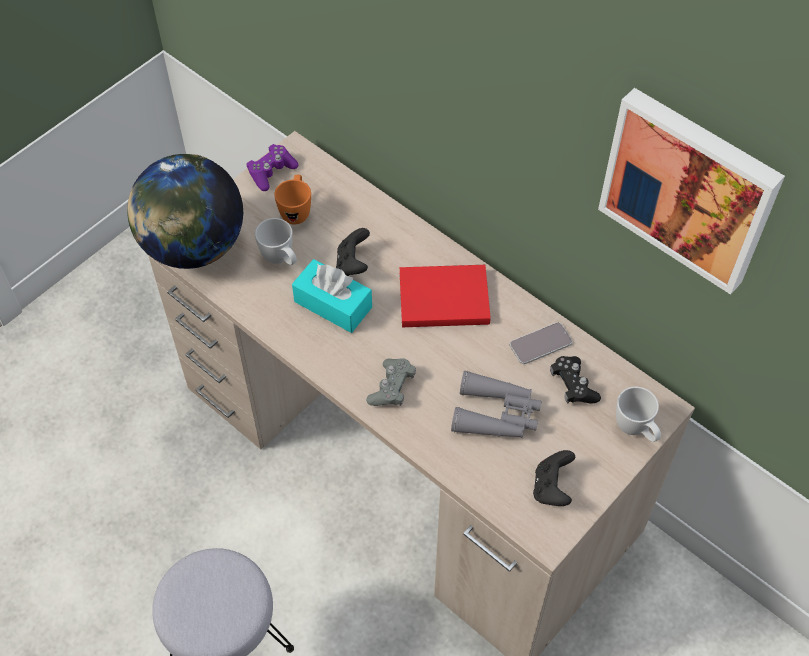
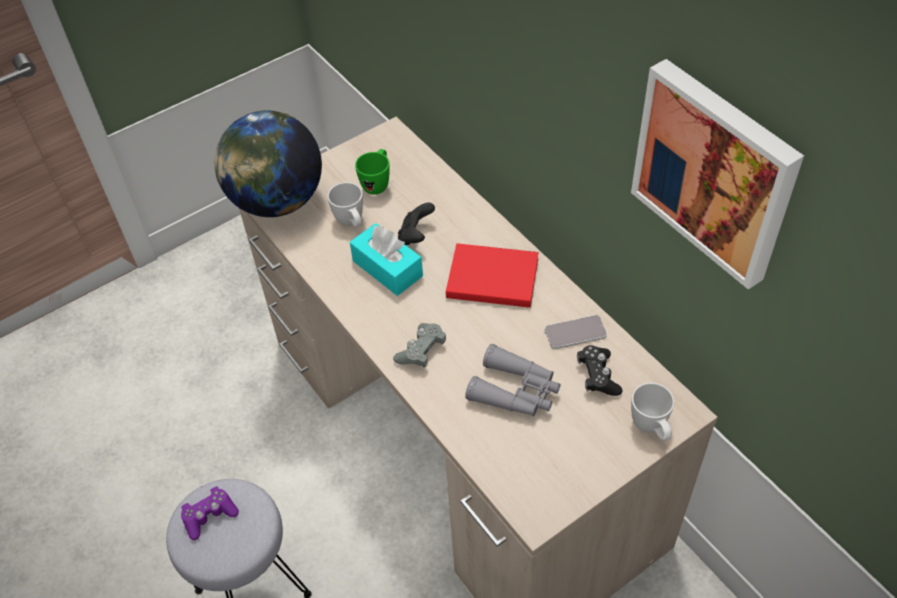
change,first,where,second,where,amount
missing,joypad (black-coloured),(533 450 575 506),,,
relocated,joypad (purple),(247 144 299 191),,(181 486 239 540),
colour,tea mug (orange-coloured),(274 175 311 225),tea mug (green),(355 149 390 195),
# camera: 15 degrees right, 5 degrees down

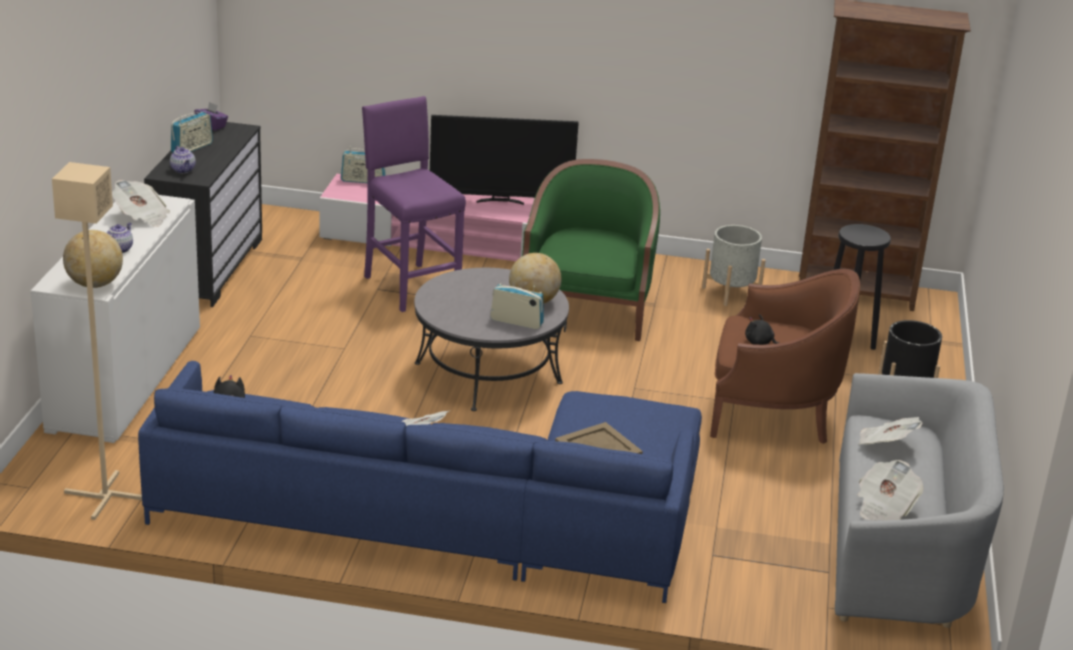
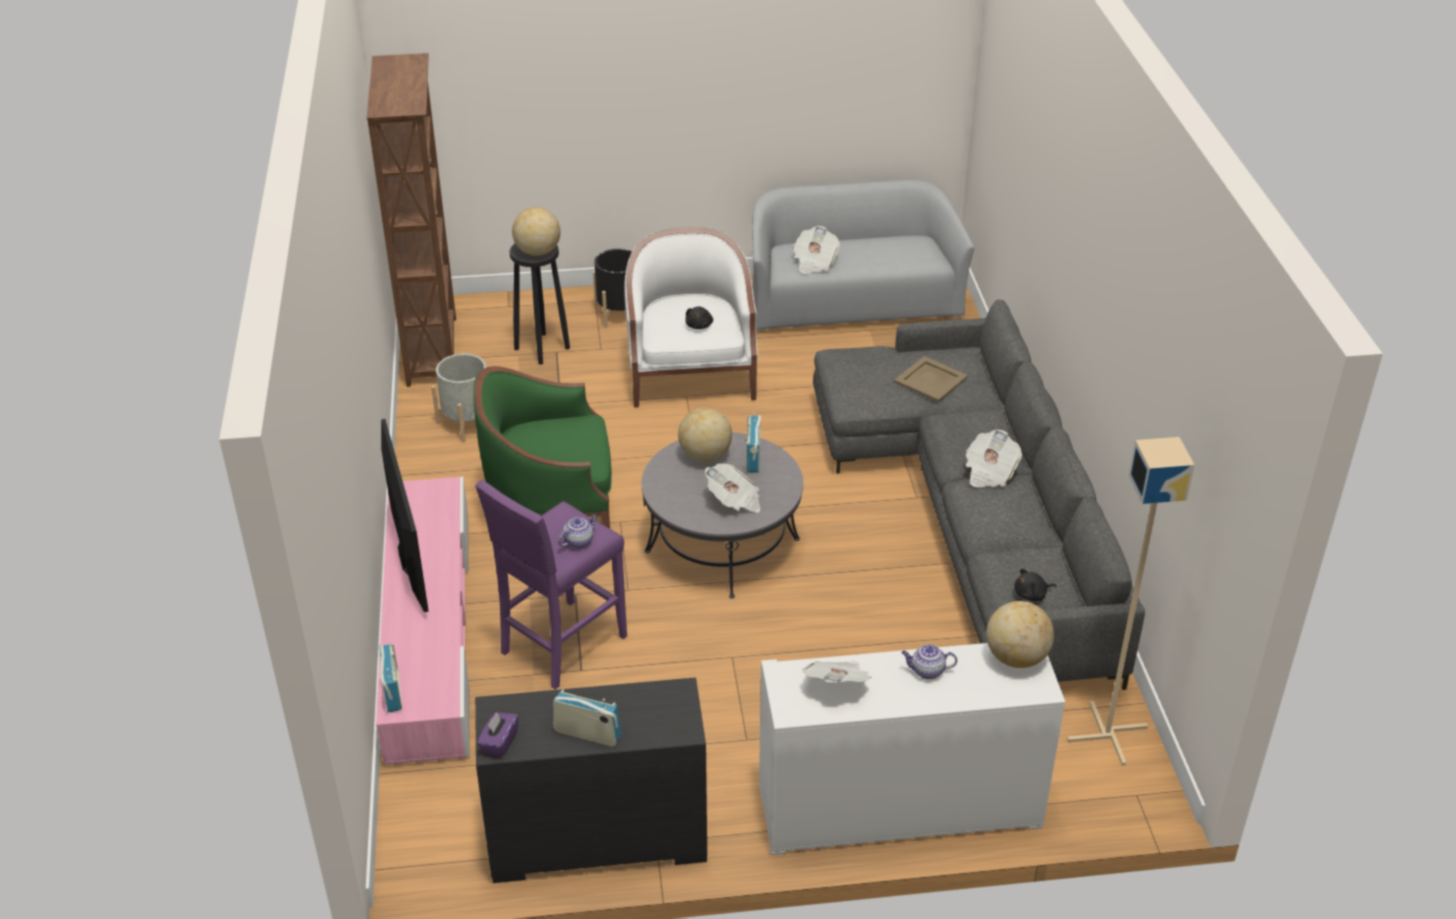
change,first,where,second,where,amount
appeared,,,world globe,(512 207 561 256),
relocated,tea pot,(170 146 196 173),,(558 514 597 549),
relocated,printed paper,(858 460 924 521),,(705 463 760 513),
colour,sofa (blue),(138 361 702 603),sofa (grey),(813 300 1145 690),
colour,easy chair (brown-coloured),(710 269 860 444),easy chair (white-coloured),(624 227 758 408),
# camera: 105 degrees left, 10 degrees up

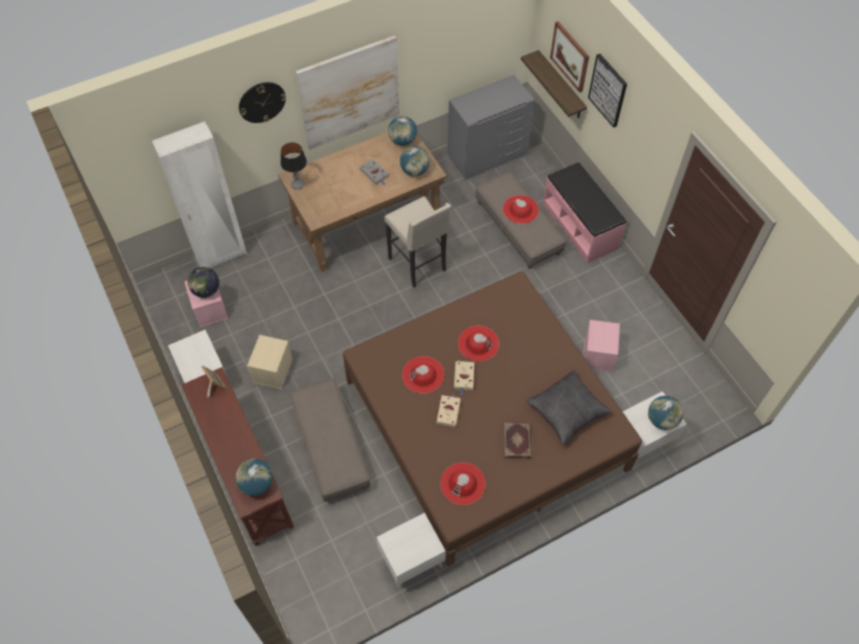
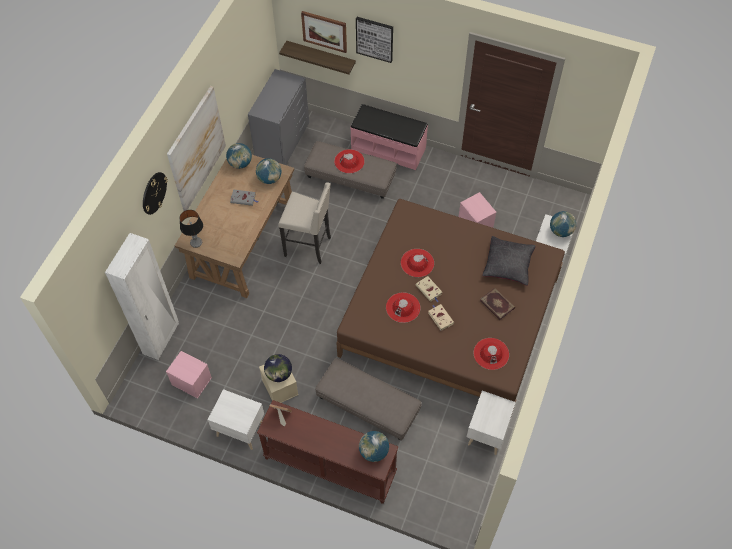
change,first,where,second,where,amount
relocated,world globe,(188 267 219 298),,(264 354 292 382),
# camera: 40 degrees left, 0 degrees up

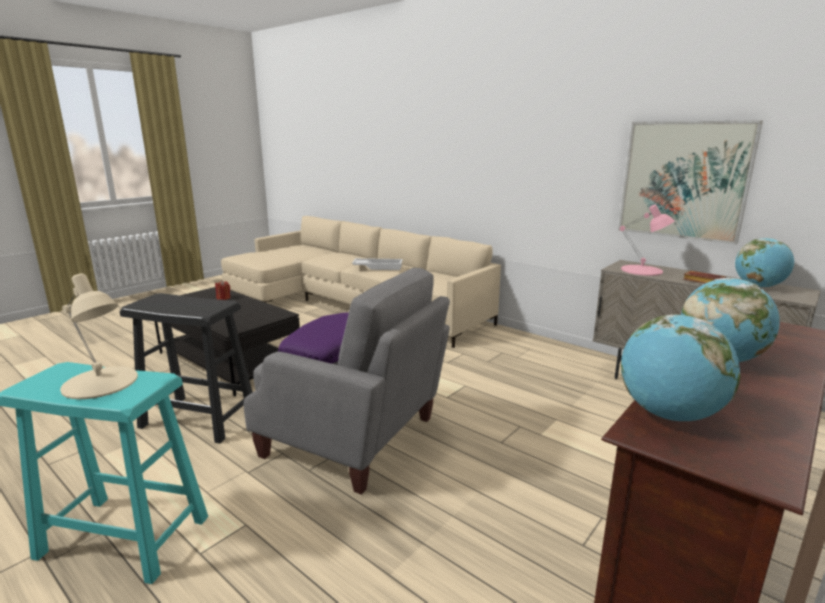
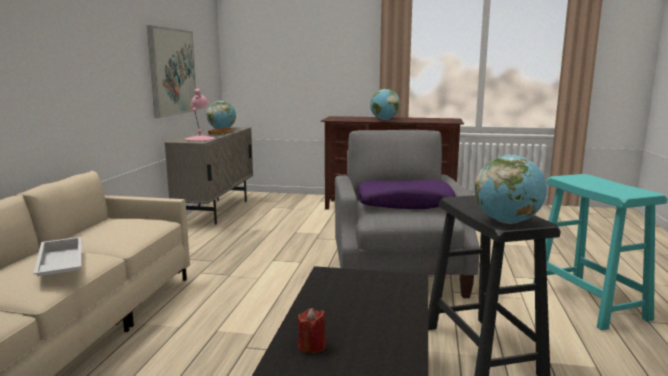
change,first,where,second,where,amount
missing,lamp for a table (beige),(60 273 138 399),,,
relocated,world globe,(621 314 741 421),,(475 155 547 224),
# camera: 120 degrees left, 5 degrees down

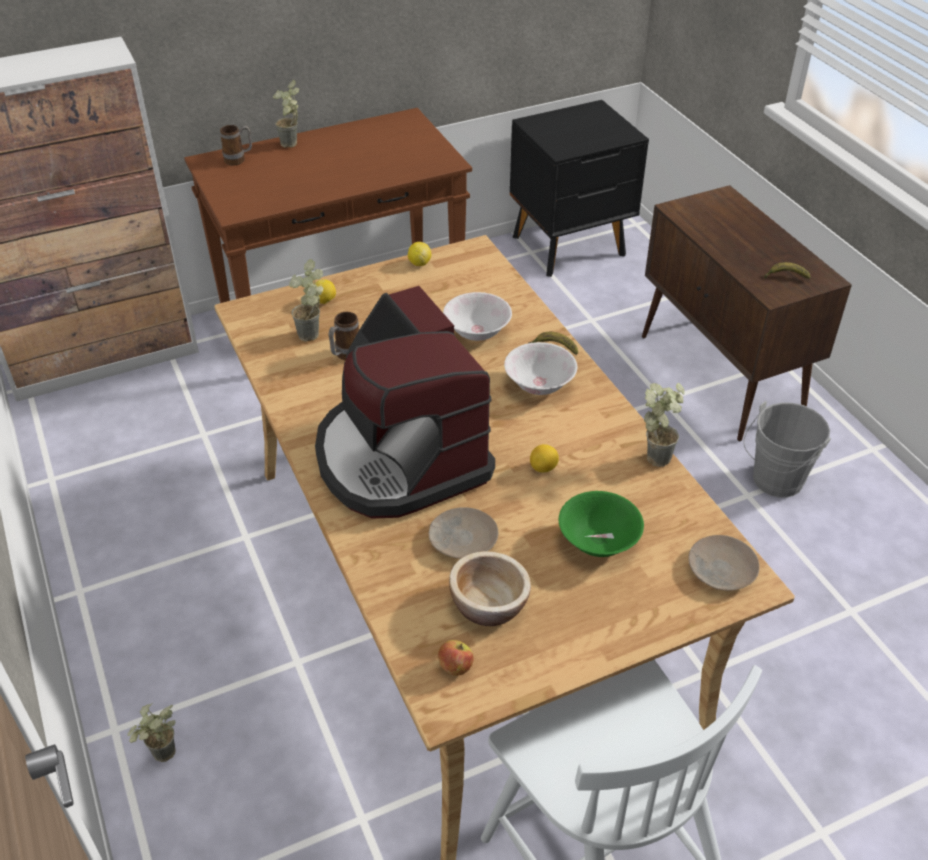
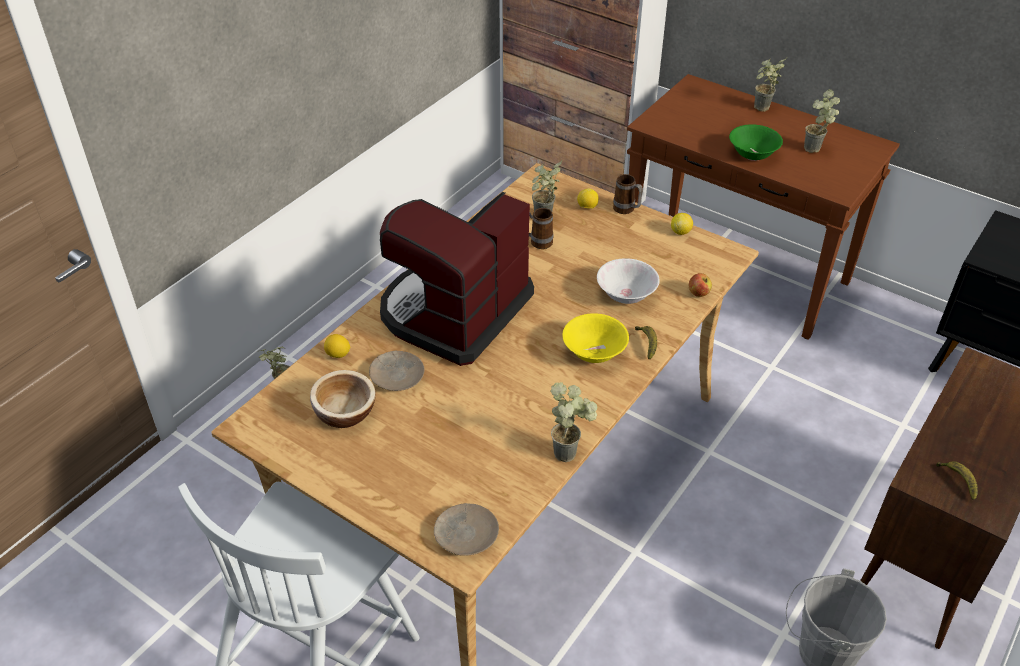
change,first,where,second,where,amount
appeared,,,plant in a pot,(804 89 840 153),
relocated,tea mug,(220 125 252 165),,(613 174 643 214),
relocated,whole apple,(438 640 474 676),,(689 273 712 297),
relocated,citrus fruit,(530 444 559 473),,(324 334 350 358),
relocated,deep dish (green),(559 491 644 557),,(729 124 783 161),
colour,deep dish (white-coloured),(504 342 577 395),deep dish (yellow),(562 313 629 363),
# camera: 60 degrees right, 0 degrees up

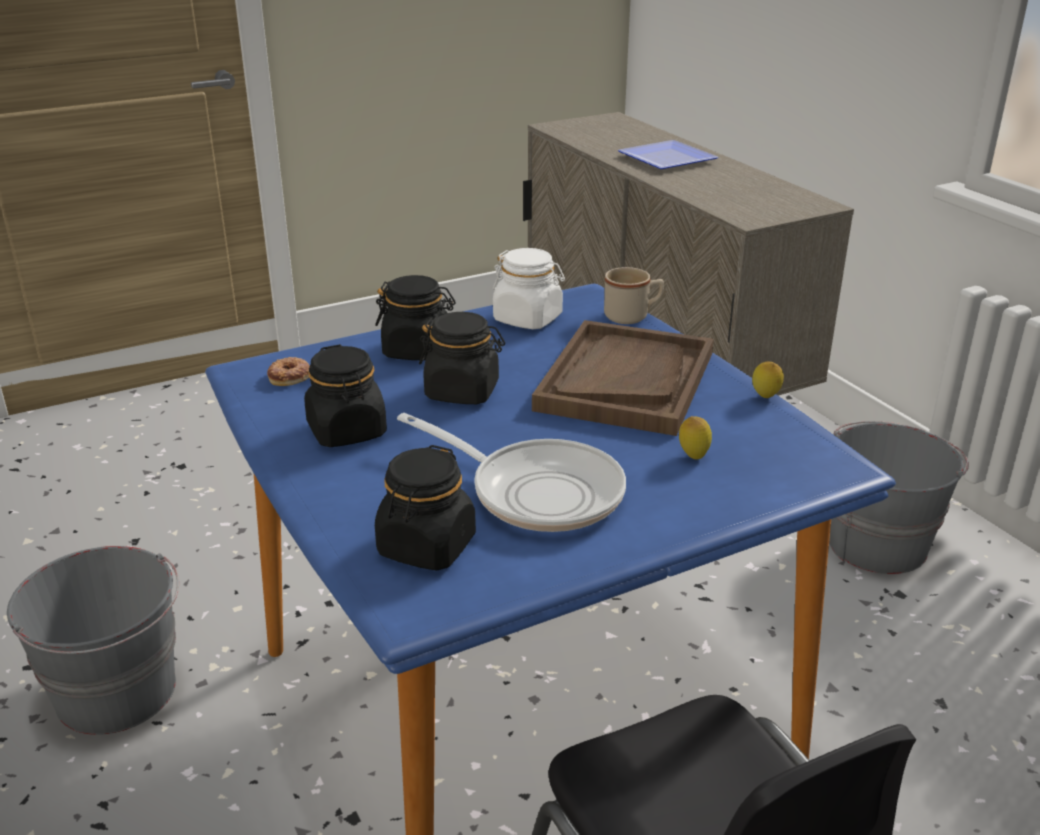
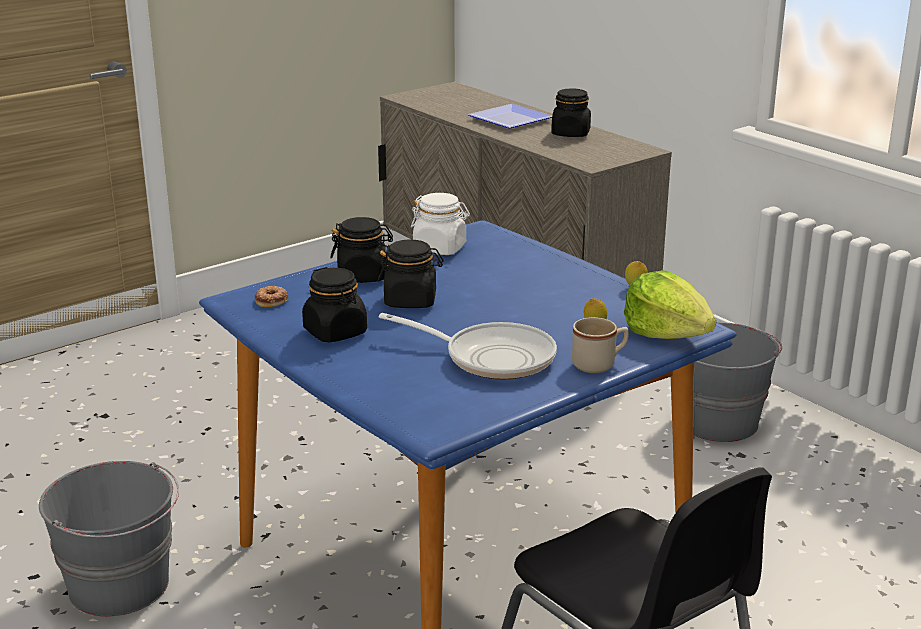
change,first,where,second,where,amount
missing,serving tray (brown-coloured),(532 320 714 436),,,
appeared,,,head of lettuce,(624 270 716 339),
relocated,storage jar (black-coloured),(375 445 476 571),,(551 88 591 137),
relocated,tea mug (beige),(604 267 664 324),,(572 317 628 373),
# camera: 10 degrees left, 5 degrees down

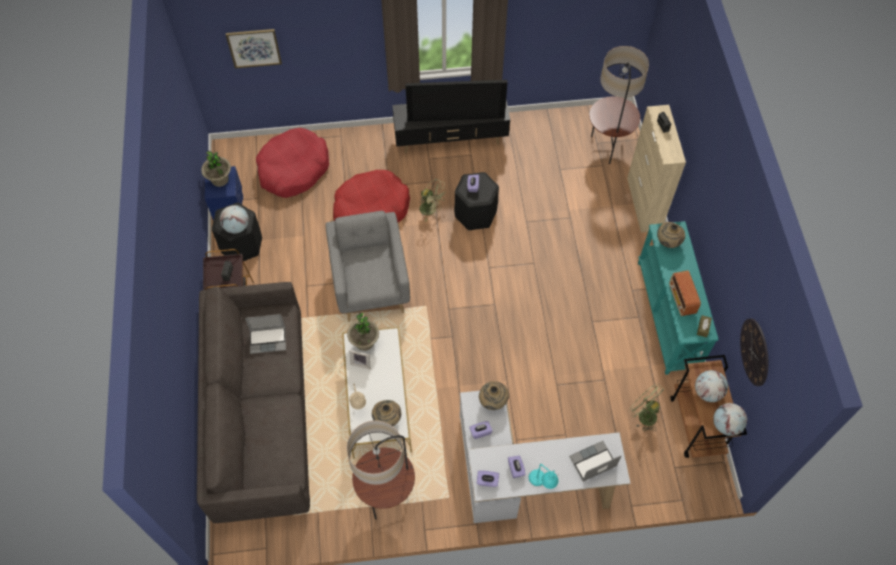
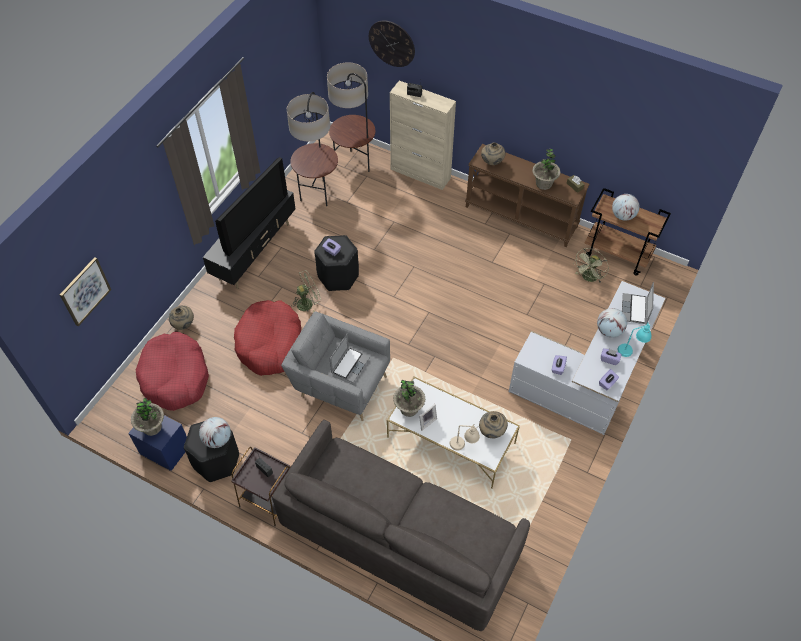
change,first,where,second,where,amount
relocated,portable computer,(245 314 286 354),,(330 333 370 383),
relocated,floor lamp,(347 421 415 520),,(287 92 338 206),
relocated,flower vase (beige),(479 381 509 410),,(169 305 194 330),
relocated,world globe,(713 403 747 436),,(597 308 627 338),
relocated,hanging clock,(740 319 768 386),,(369 20 415 67),
exchanged,radio receiver,(669 271 701 316),plant in a pot,(532 149 561 190),
colour,console table (turquoise-coloured),(638 221 719 375),console table (brown-coloured),(465 144 589 247),
spun,cooling fan (green),(629 383 664 431),,(573 248 609 283),45 degrees counterclockwise
# camera: 55 degrees left, 5 degrees down

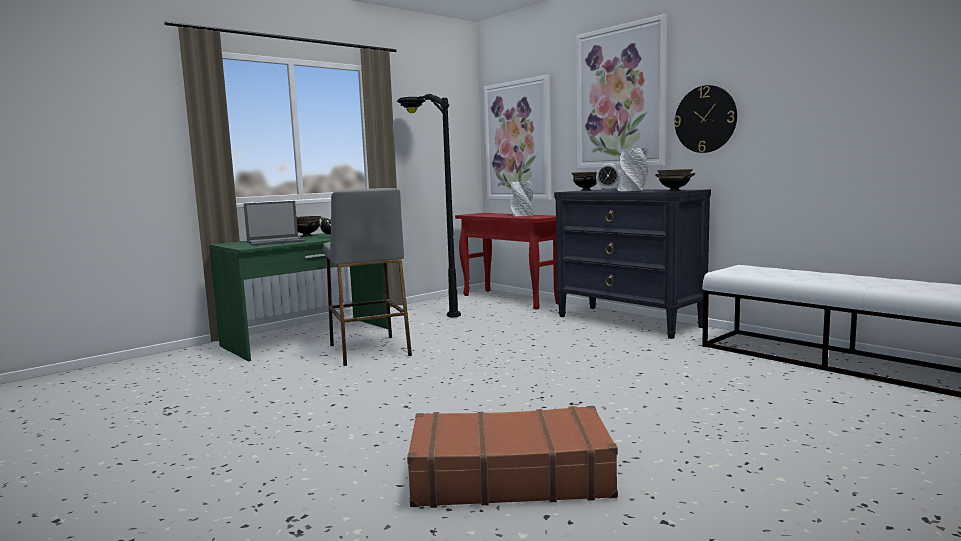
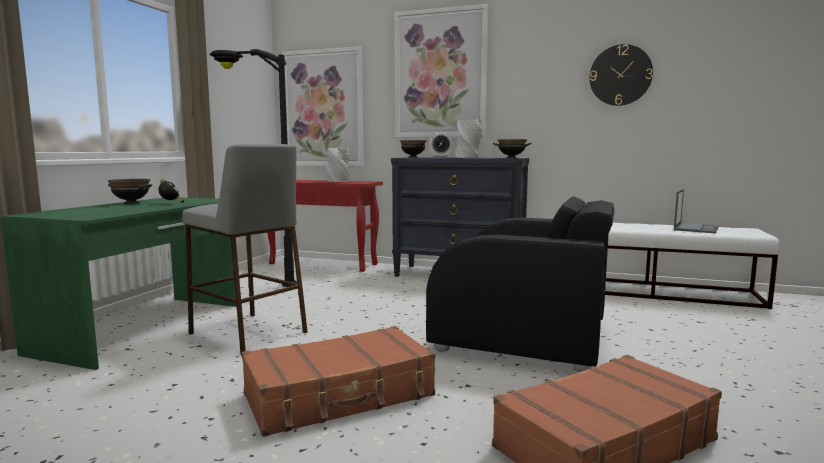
change,first,where,second,where,amount
appeared,,,piece of luggage (brown-coloured),(242 326 435 437),
appeared,,,easy chair (black-coloured),(426 196 614 372),
relocated,portable computer,(244 201 306 246),,(674 189 719 233),
relocated,hanging clock,(674 85 737 153),,(589 44 653 106),
# camera: 30 degrees left, 0 degrees up

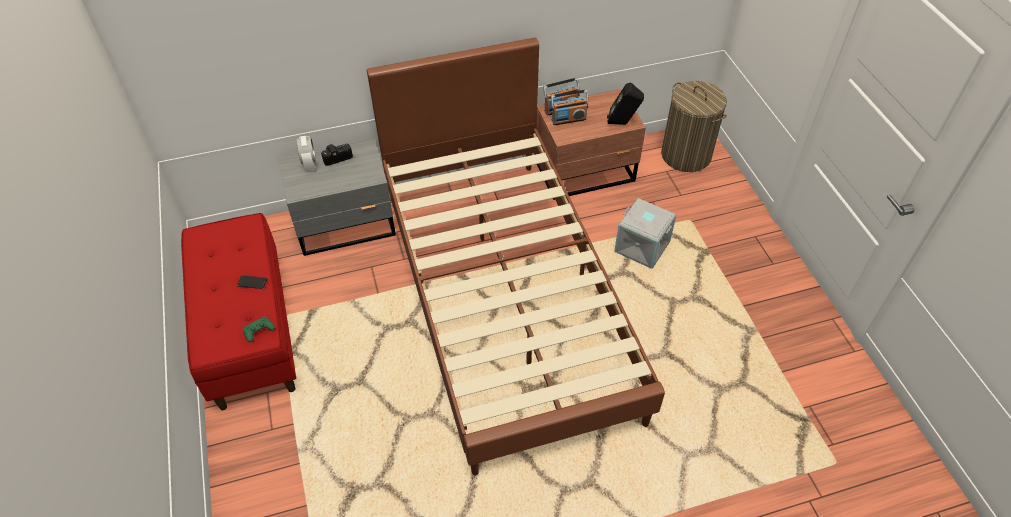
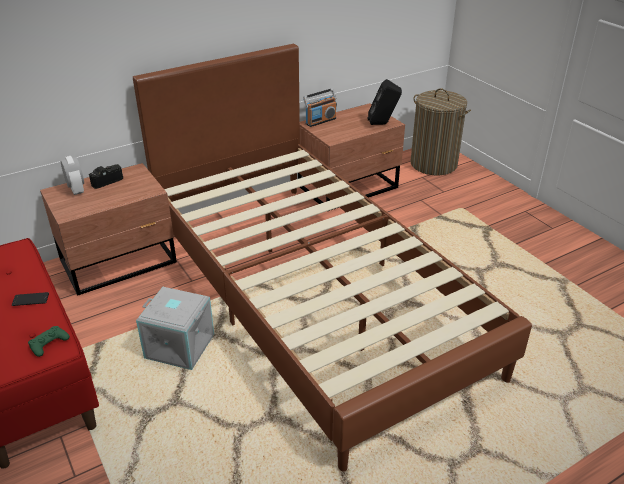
change,first,where,second,where,amount
missing,radio receiver,(551 90 589 125),,,
relocated,storage container (grey),(614 198 677 269),,(136 287 214 370),
colour,night table (grey),(279 139 396 256),night table (brown-coloured),(40 163 177 296),
# camera: 15 degrees left, 15 degrees down

